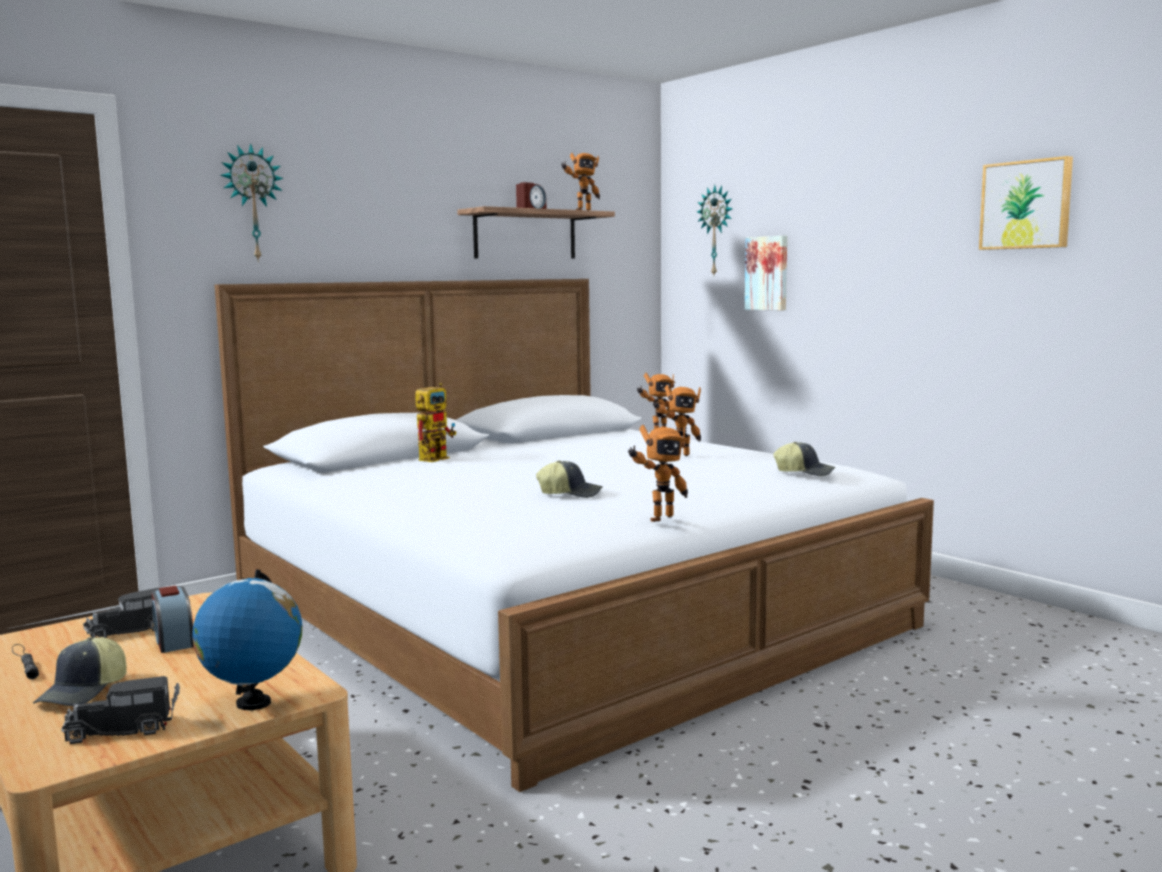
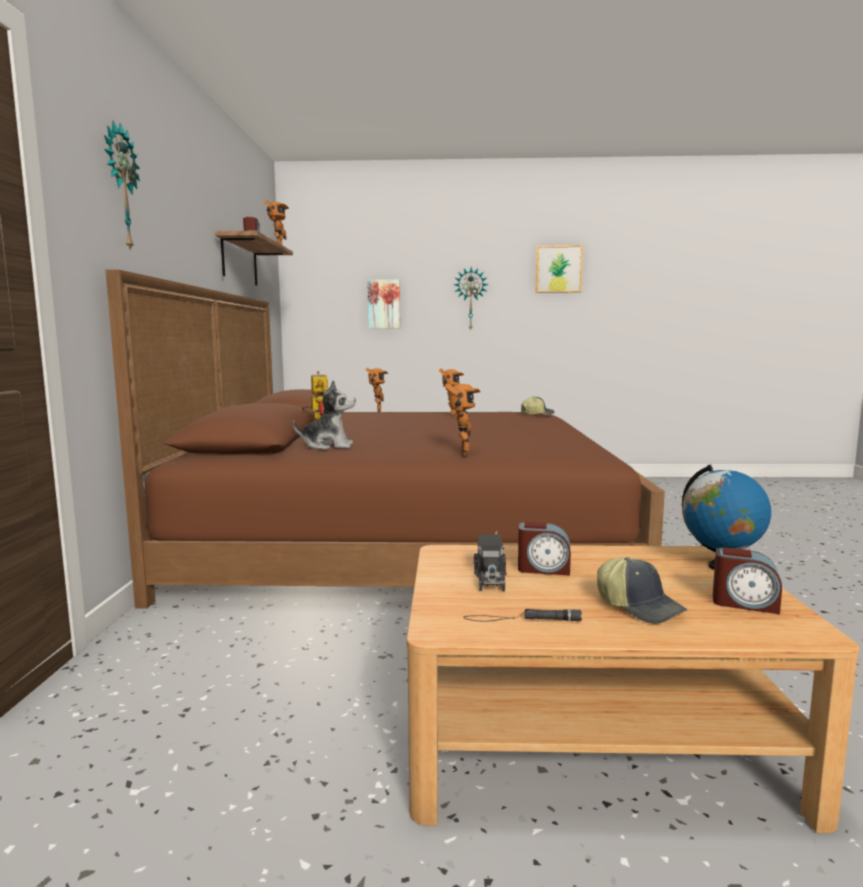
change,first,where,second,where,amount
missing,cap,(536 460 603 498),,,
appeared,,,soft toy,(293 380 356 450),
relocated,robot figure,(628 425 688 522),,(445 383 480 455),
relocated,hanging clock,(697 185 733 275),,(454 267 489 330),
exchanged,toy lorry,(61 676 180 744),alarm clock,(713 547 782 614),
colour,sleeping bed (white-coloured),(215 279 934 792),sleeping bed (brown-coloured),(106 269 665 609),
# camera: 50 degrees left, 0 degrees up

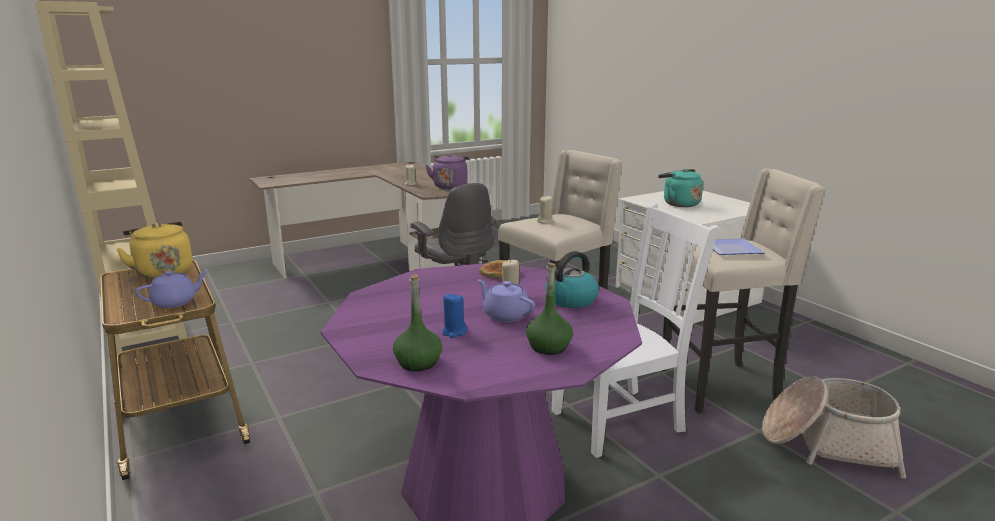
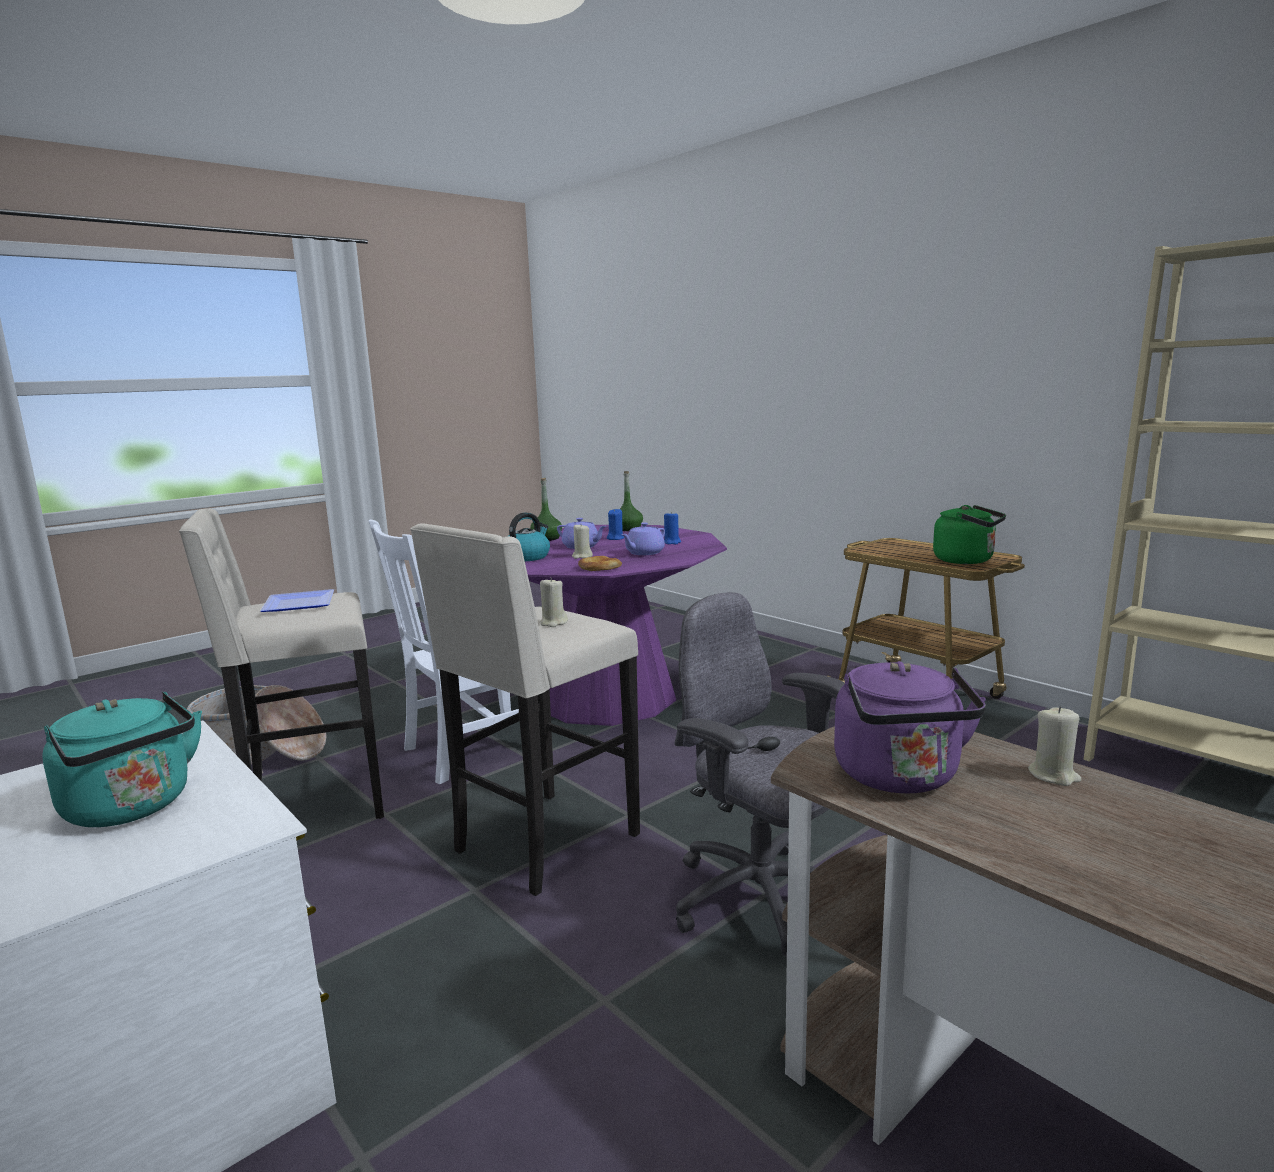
change,first,where,second,where,amount
appeared,,,wax light (blue),(664 511 681 544),
relocated,tea pot (purple),(135 271 208 308),,(621 522 665 555),
colour,tea kettle (yellow),(116 222 192 279),tea kettle (green),(933 505 1006 564),
# camera: 170 degrees right, 5 degrees down

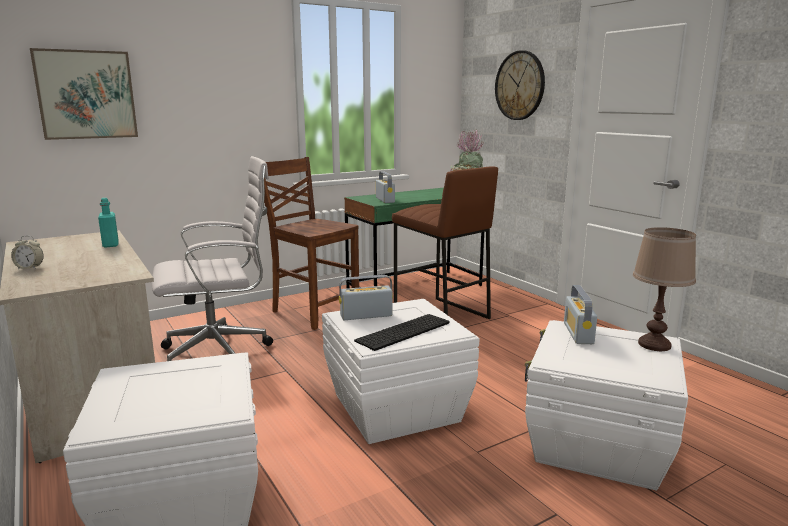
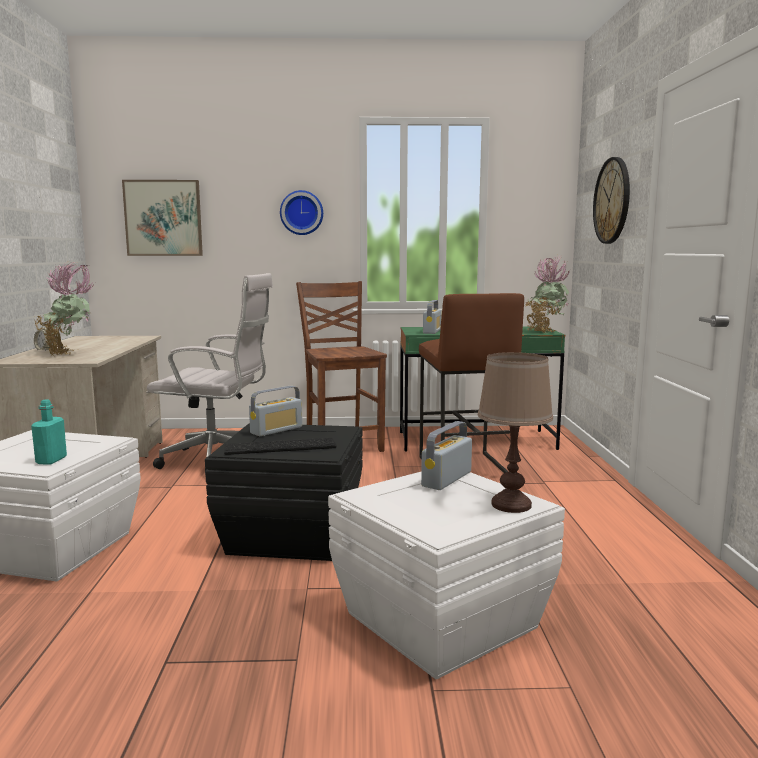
change,first,where,second,where,amount
appeared,,,plant in a pot,(35 262 95 356),
appeared,,,hanging clock,(280 190 323 235),
relocated,bottle (turquoise-coloured),(98 198 119 248),,(31 399 67 465),
colour,storage container (white-coloured),(322 299 479 444),storage container (black-coloured),(205 423 363 561),
spun,radio receiver,(339 275 393 320),,(249 386 302 436),120 degrees clockwise
# camera: 30 degrees right, 5 degrees down

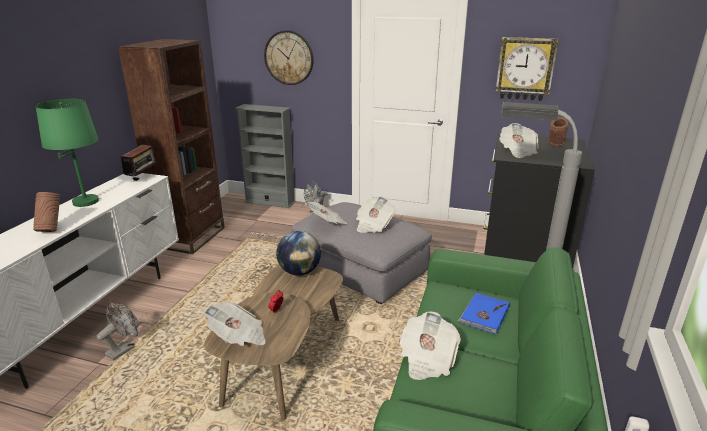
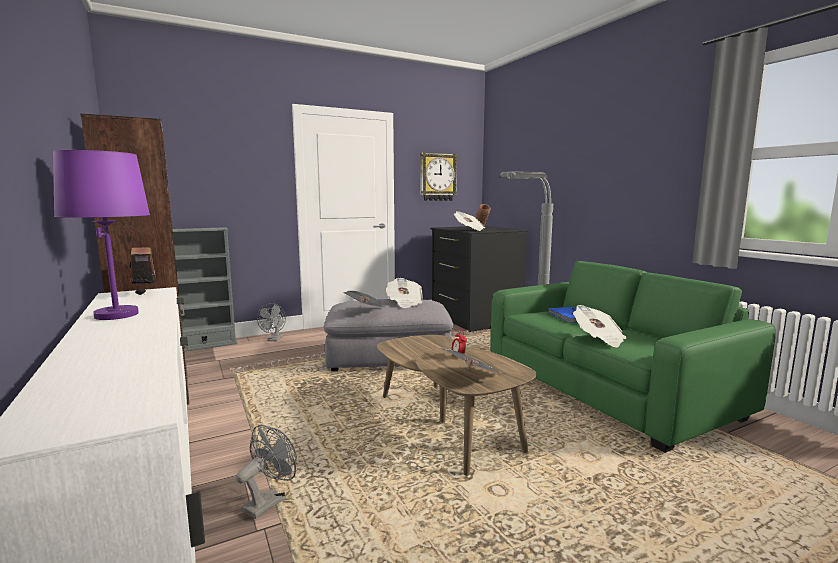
change,first,where,second,where,amount
missing,flower vase (brown-coloured),(33 192 60 232),,,
missing,hanging clock,(264 30 314 85),,,
missing,world globe,(276 231 321 276),,,
colour,lamp for a table (green),(36 99 99 207),lamp for a table (purple),(53 150 150 320),
spun,cooling fan (grey),(97 303 139 361),,(236 425 297 519),45 degrees clockwise
# camera: 45 degrees left, 15 degrees down

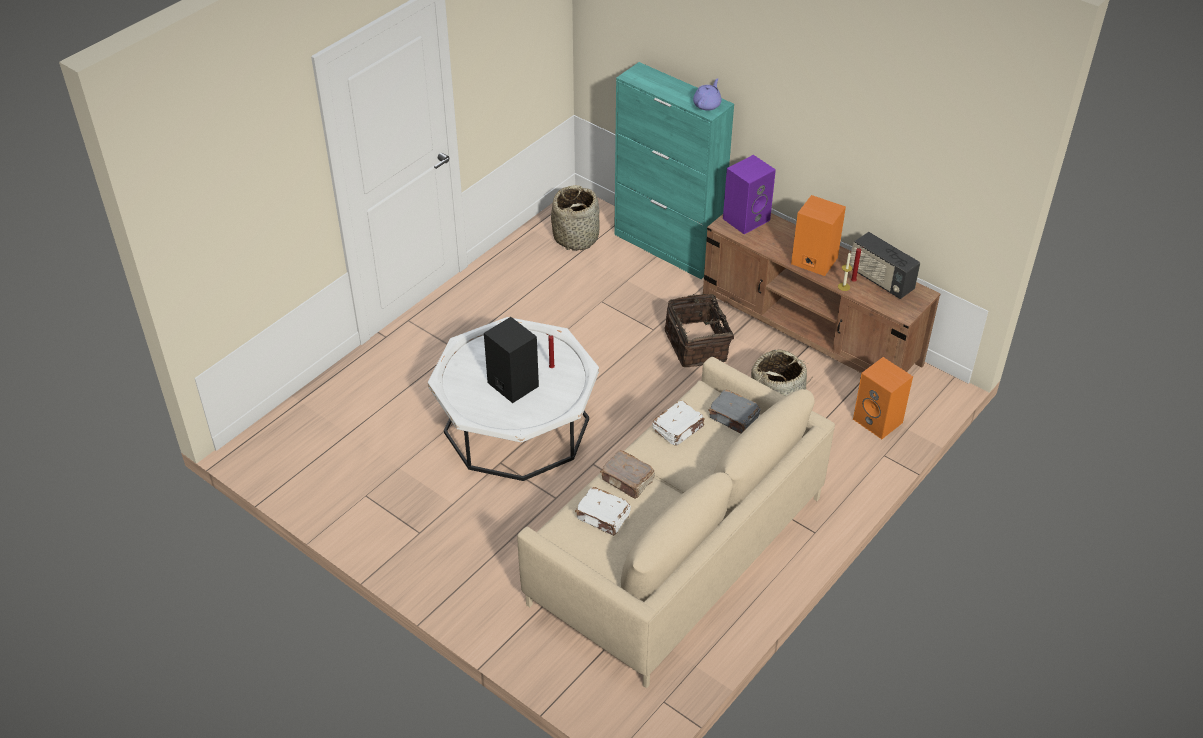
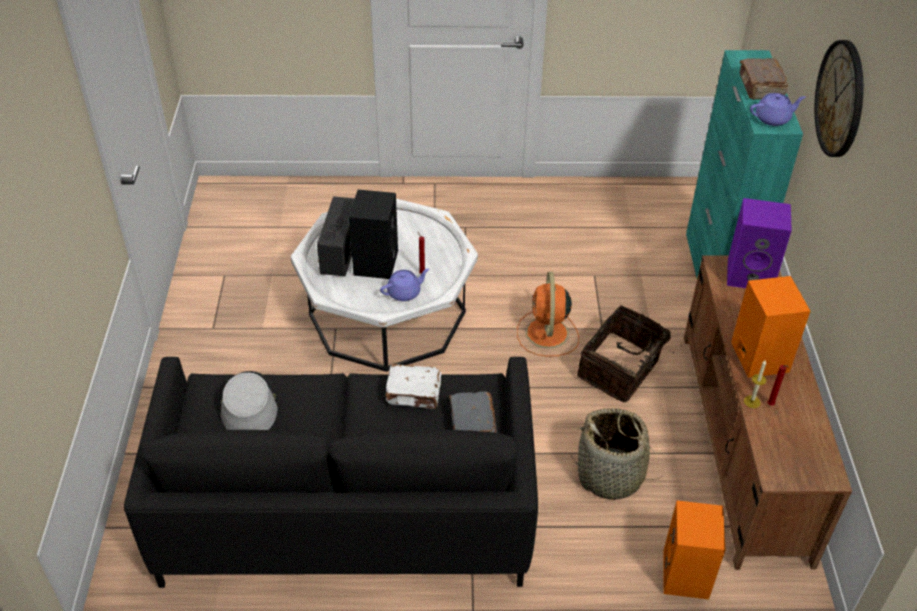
change,first,where,second,where,amount
missing,storage basket,(551 185 600 251),,,
appeared,,,tea pot (purple),(380 269 429 301),
appeared,,,cooling fan (orange-coloured),(517 272 579 357),
appeared,,,hanging clock,(814 40 864 157),
relocated,volume (brown-coloured),(600 450 655 499),,(739 58 788 100),
relocated,radio receiver,(849 232 920 299),,(317 196 355 276),
exchanged,volume (white-coloured),(575 487 631 536),wearable hat (grey),(221 371 278 430),
colour,sofa (beige),(517 357 835 688),sofa (black-coloured),(124 357 538 588),
# camera: 50 degrees right, 0 degrees up

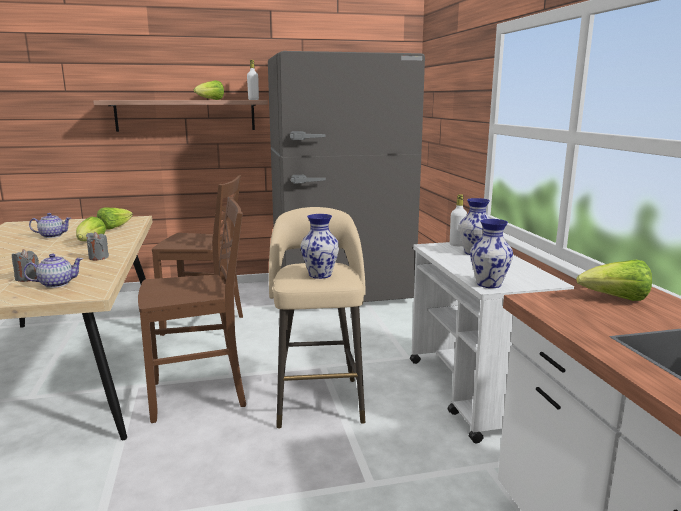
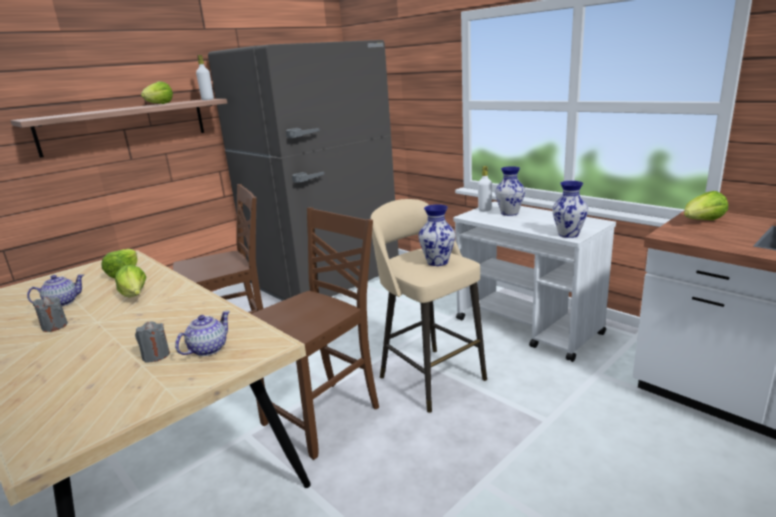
change,first,where,second,where,amount
relocated,wax light (grey),(86 232 109 260),,(33 297 68 332),
# camera: 30 degrees left, 5 degrees up

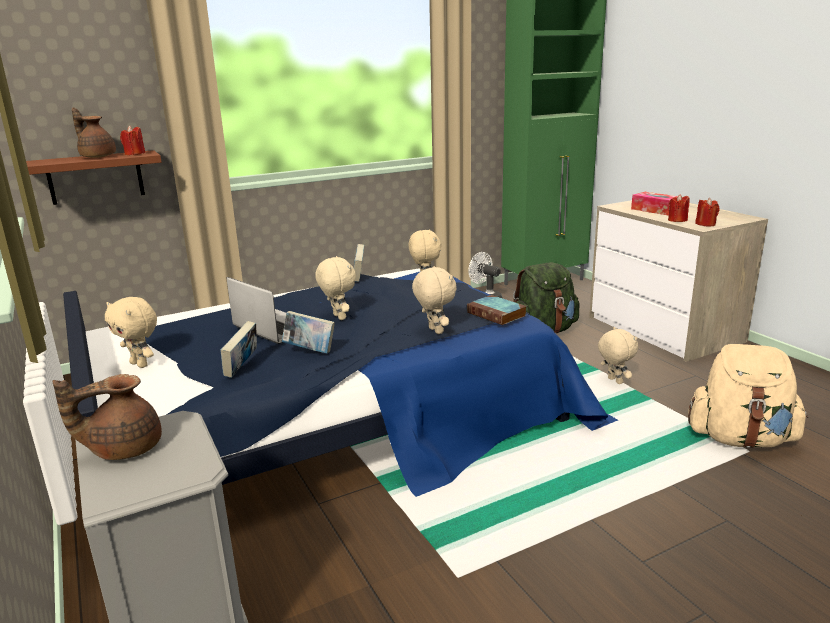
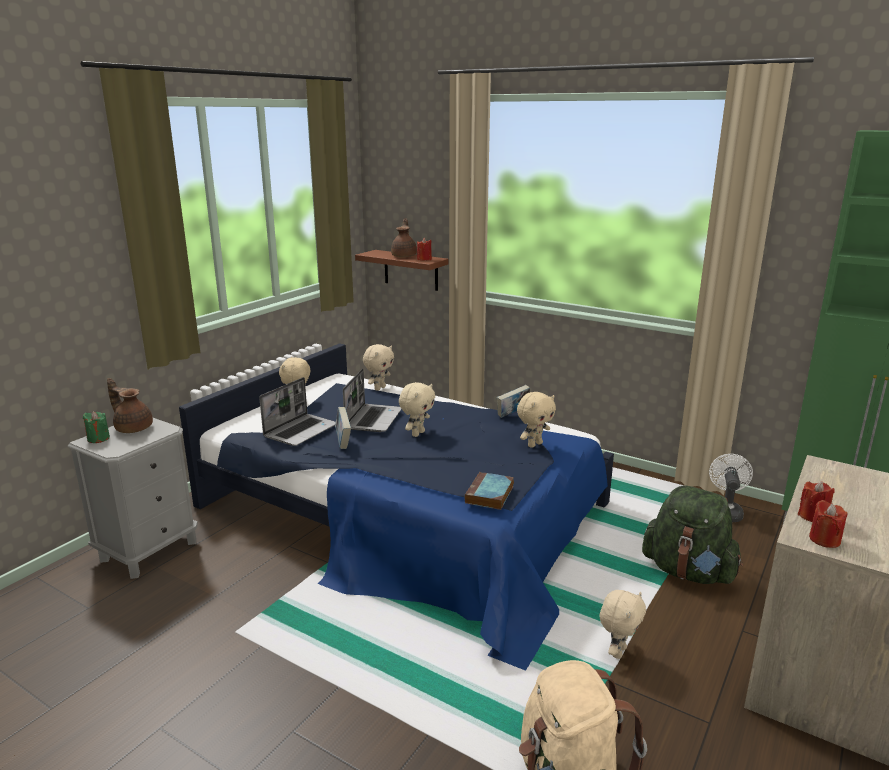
change,first,where,second,where,amount
missing,box of tissues,(631 192 683 216),,,
appeared,,,wax light (green),(83 411 110 443),
relocated,soft toy (beige),(412 266 457 334),,(363 344 394 391),
exchanged,volume,(220 321 257 378),portable computer,(259 377 336 446),
# camera: 60 degrees right, 0 degrees up

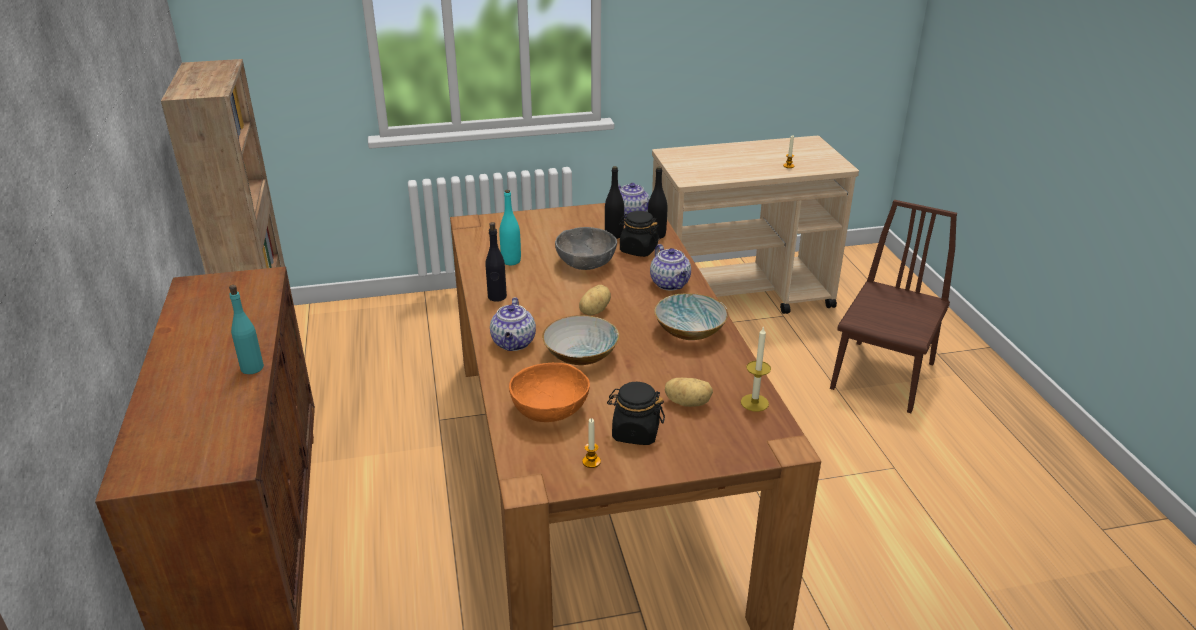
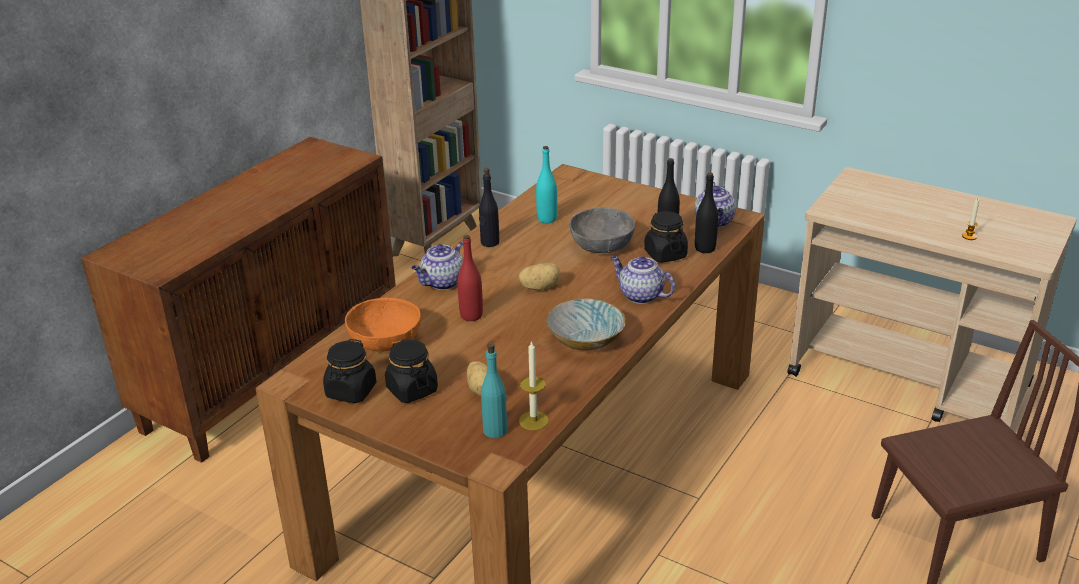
change,first,where,second,where,amount
relocated,bottle (turquoise-coloured),(229 285 264 374),,(481 342 507 438),
exchanged,deep dish,(542 315 619 365),bottle (reddish),(457 235 483 321),
exchanged,wax light,(582 418 601 468),storage jar (black-coloured),(323 339 376 403),
spun,tea pot,(650 244 691 291),,(611 256 675 304),105 degrees clockwise
# camera: 45 degrees right, 0 degrees up

